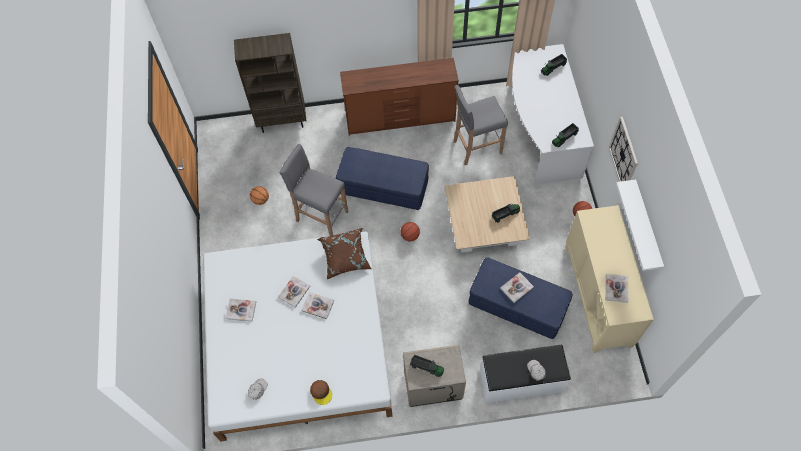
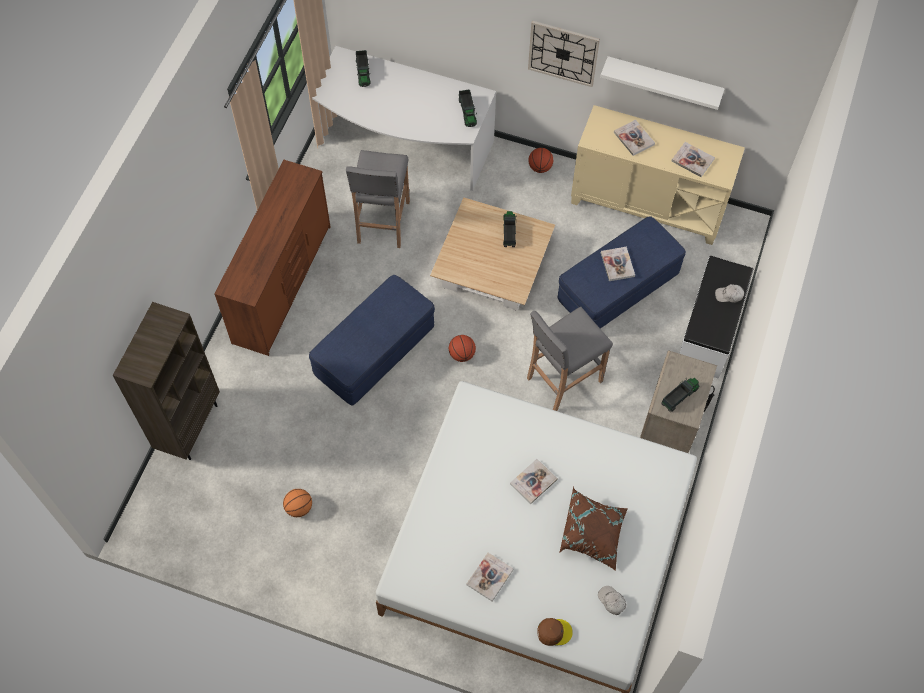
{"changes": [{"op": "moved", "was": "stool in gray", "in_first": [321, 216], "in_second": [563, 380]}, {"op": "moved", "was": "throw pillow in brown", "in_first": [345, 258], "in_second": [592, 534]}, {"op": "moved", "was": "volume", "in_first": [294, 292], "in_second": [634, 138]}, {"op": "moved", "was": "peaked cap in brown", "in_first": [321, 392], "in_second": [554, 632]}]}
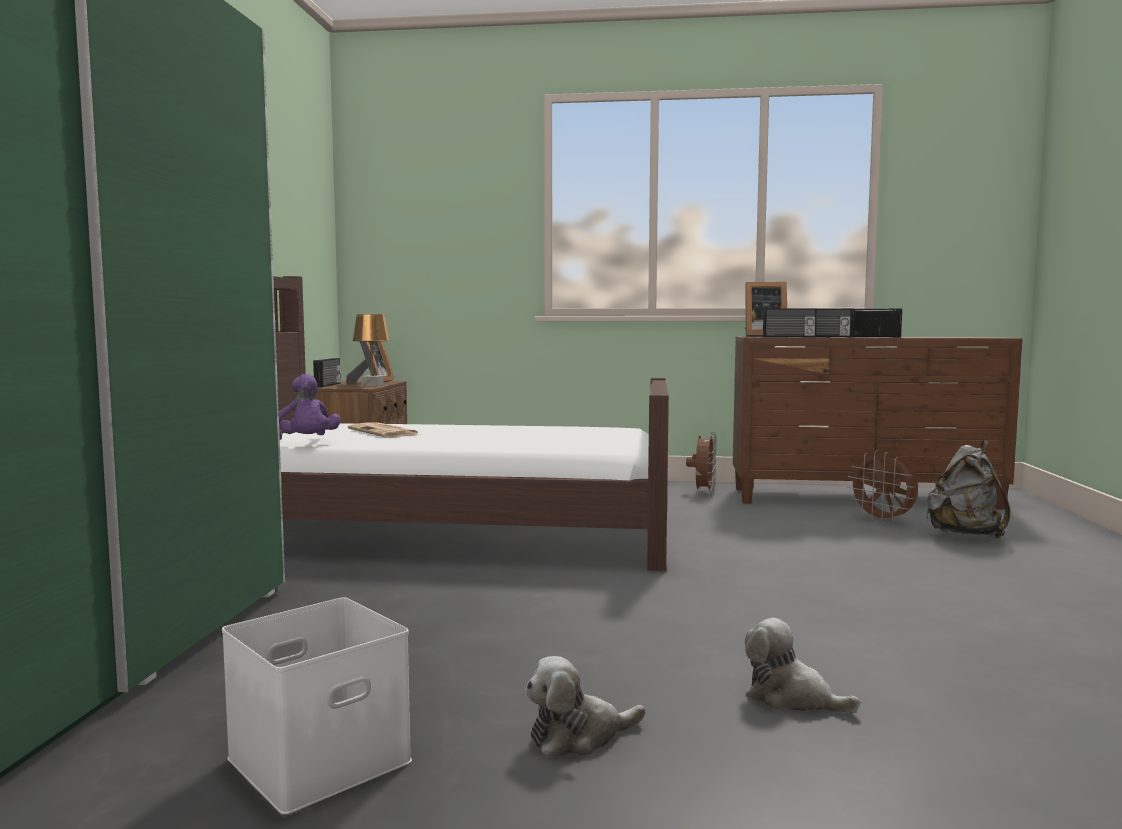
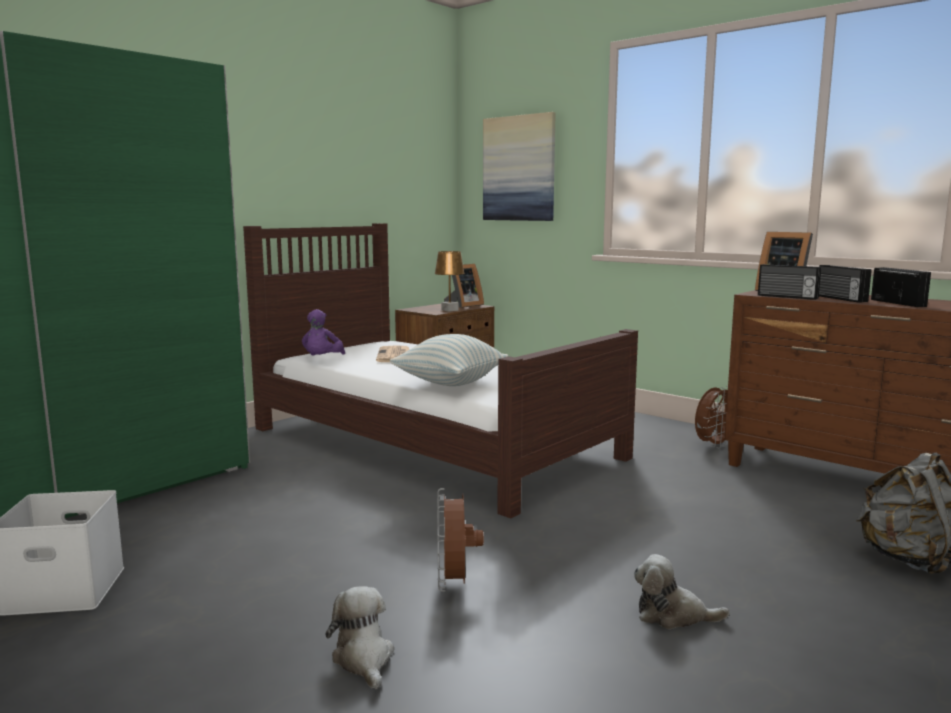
{"changes": [{"op": "removed", "was": "radio", "in_first": [328, 385]}, {"op": "moved", "was": "electric fan in brown", "in_first": [883, 520], "in_second": [454, 584]}, {"op": "moved", "was": "plush toy", "in_first": [579, 737], "in_second": [673, 615]}, {"op": "added", "now": "wall picture", "in_second": [519, 168]}, {"op": "added", "now": "throw pillow", "in_second": [450, 383]}]}
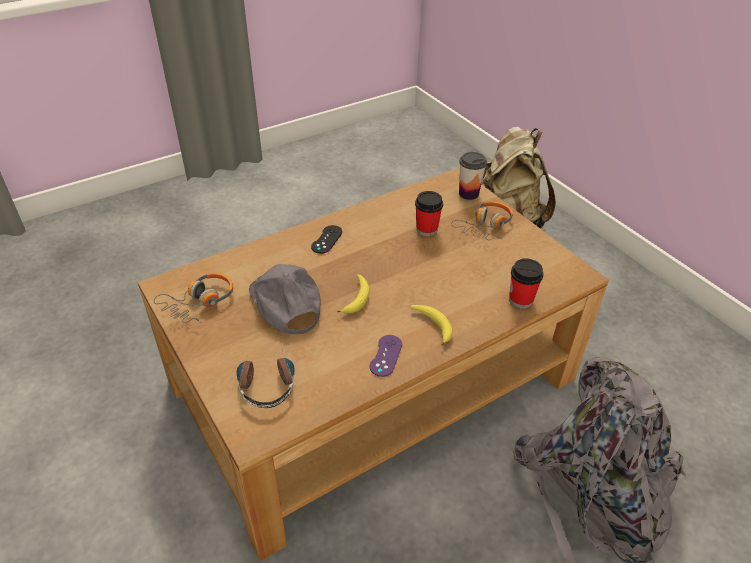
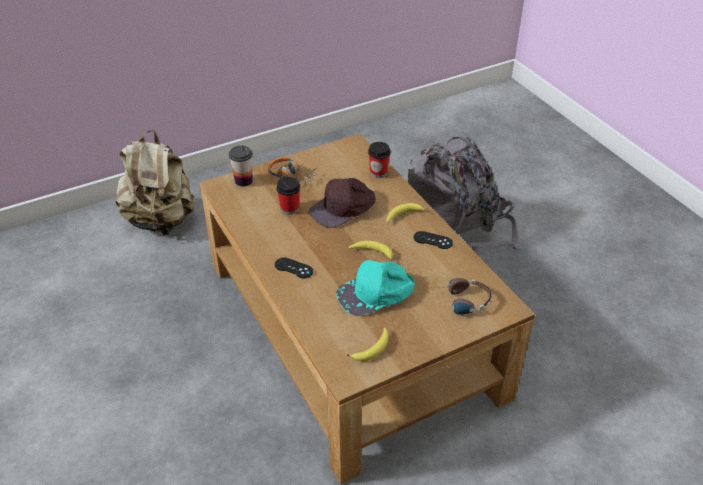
{"changes": [{"op": "recoloured", "was": "peaked cap in gray", "now": "peaked cap in blue-green", "in_first": [285, 303], "in_second": [376, 293]}, {"op": "replaced", "was": "headphones", "now": "banana", "in_first": [199, 302], "in_second": [372, 349]}, {"op": "recoloured", "was": "joypad in purple-coloured", "now": "joypad in blackish", "in_first": [386, 355], "in_second": [433, 240]}, {"op": "added", "now": "peaked cap in brown", "in_second": [343, 208]}]}
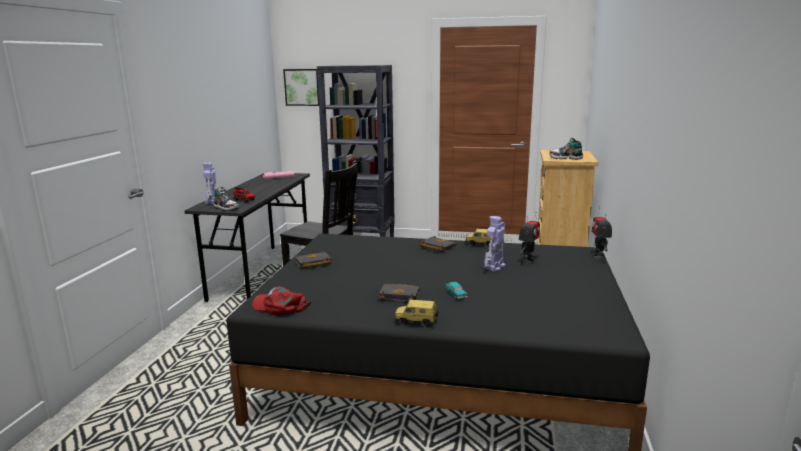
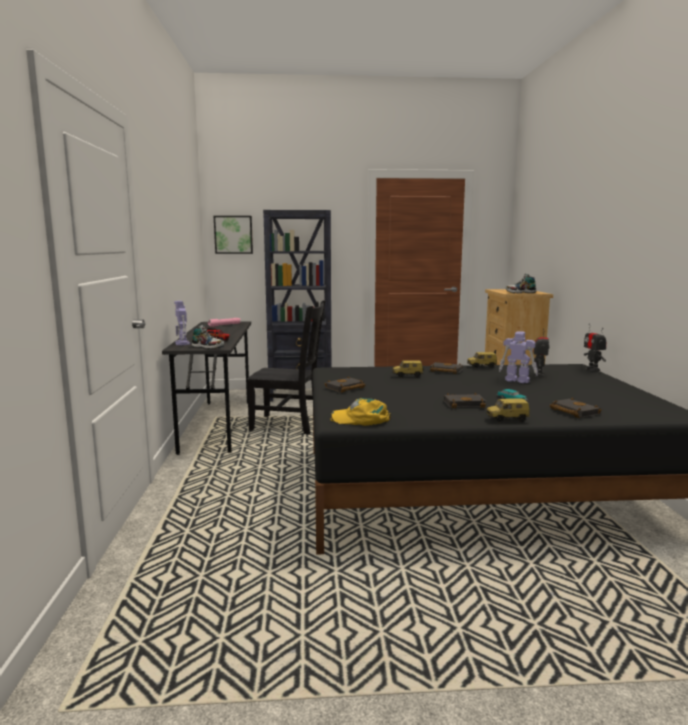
{"changes": [{"op": "turned", "was": "model robot", "in_first": [494, 266], "in_second": [516, 380], "clockwise": 105}, {"op": "recoloured", "was": "peaked cap in red-coloured", "now": "peaked cap in yellow", "in_first": [280, 306], "in_second": [361, 419]}, {"op": "added", "now": "toy car", "in_second": [407, 376]}, {"op": "added", "now": "volume in blackish", "in_second": [572, 412]}]}
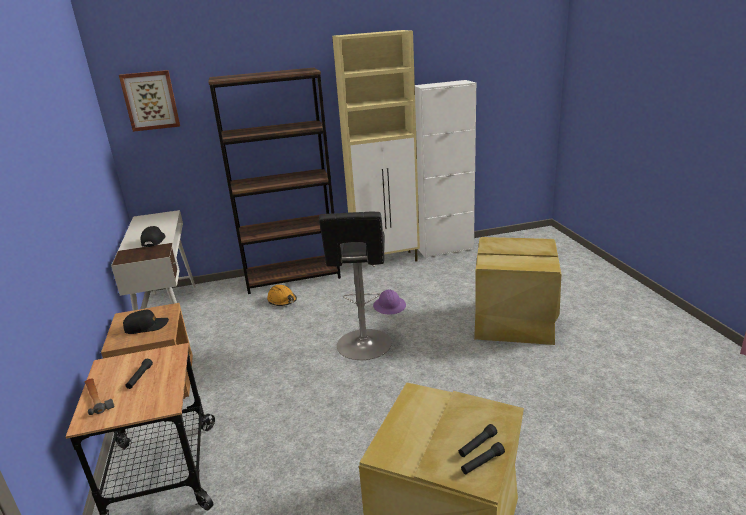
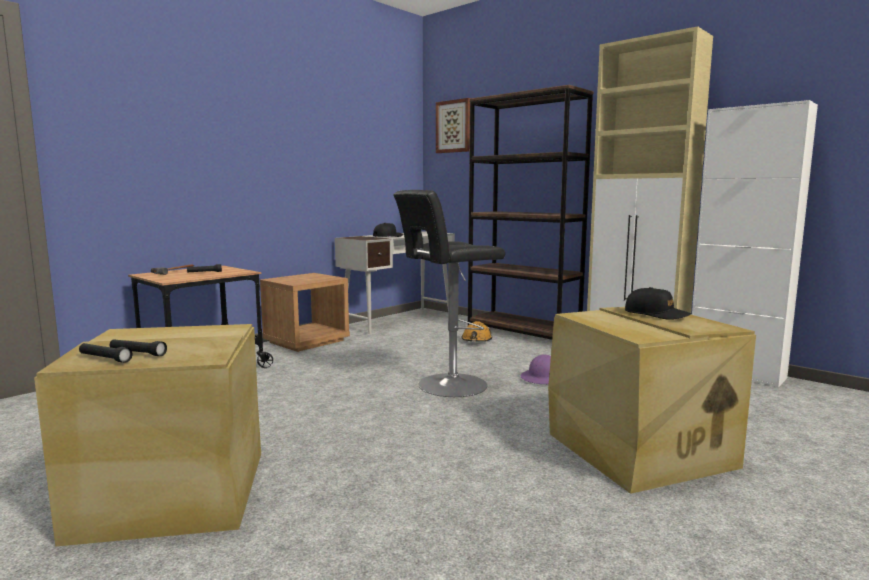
{"changes": [{"op": "moved", "was": "peaked cap in blackish", "in_first": [146, 326], "in_second": [656, 314]}]}
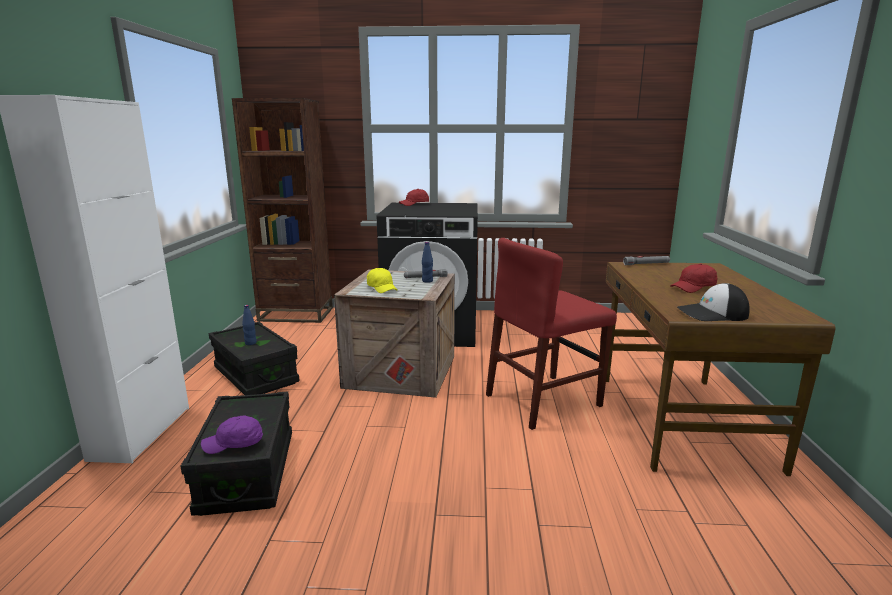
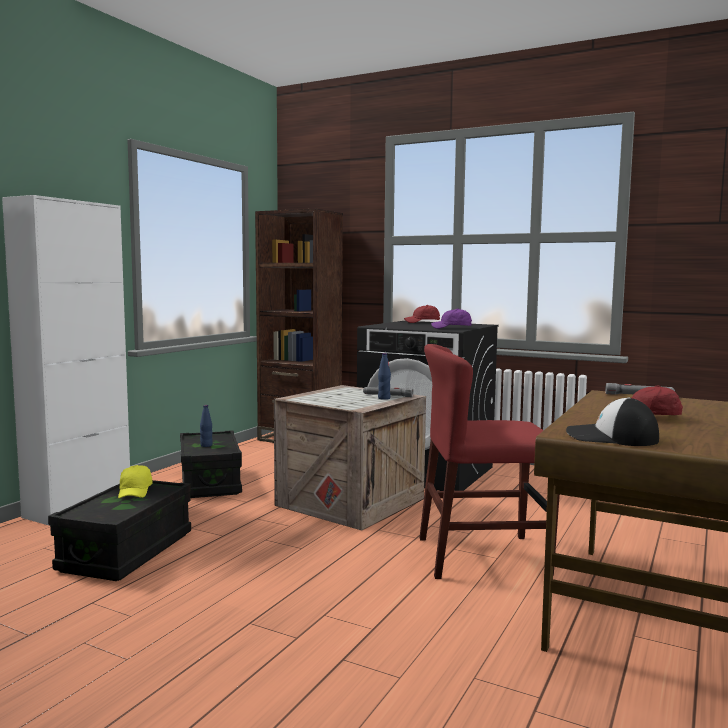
{"changes": [{"op": "moved", "was": "peaked cap in yellow", "in_first": [382, 288], "in_second": [135, 491]}, {"op": "moved", "was": "peaked cap in purple-coloured", "in_first": [234, 444], "in_second": [451, 328]}]}
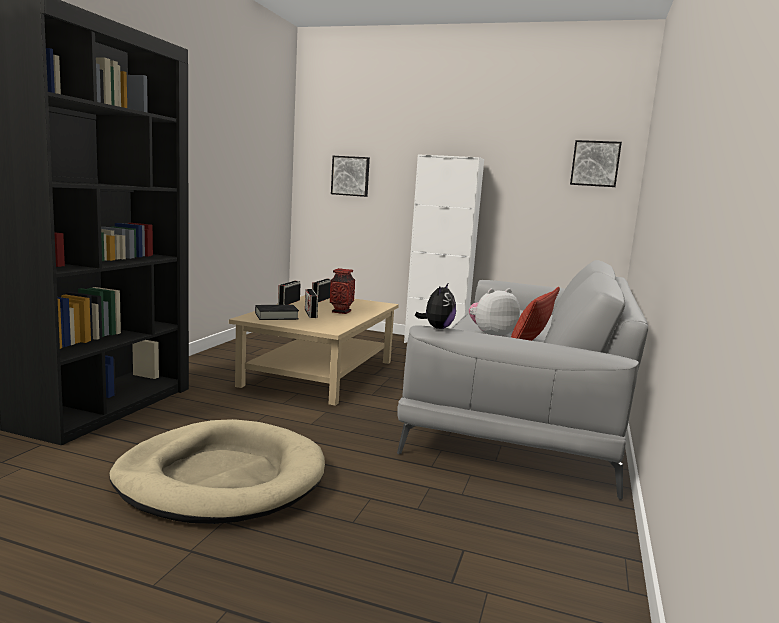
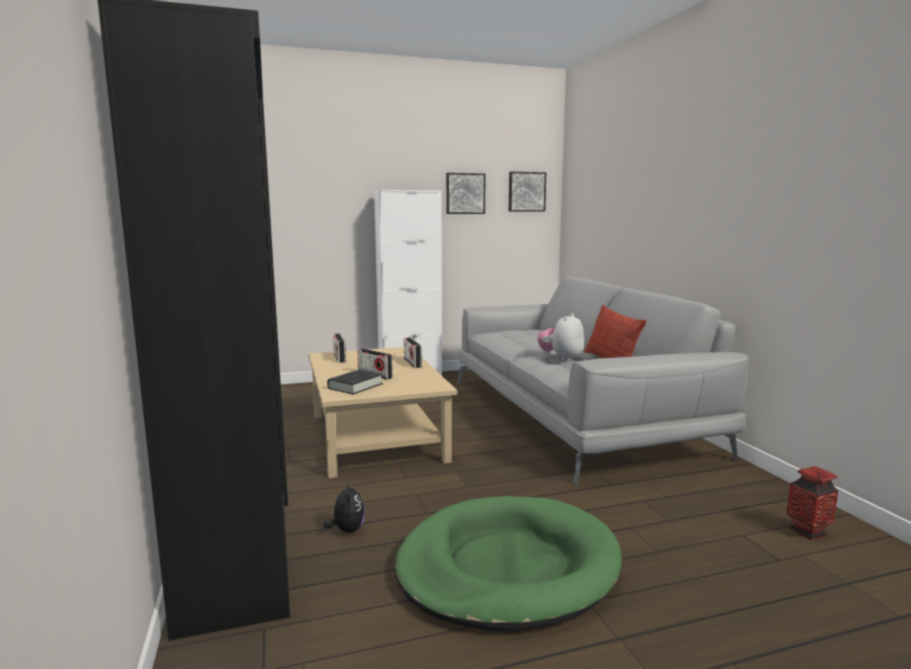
{"changes": [{"op": "moved", "was": "wall picture", "in_first": [350, 176], "in_second": [465, 193]}, {"op": "moved", "was": "decorative vase", "in_first": [341, 312], "in_second": [807, 532]}, {"op": "moved", "was": "radio", "in_first": [289, 303], "in_second": [412, 363]}, {"op": "moved", "was": "plush toy", "in_first": [437, 328], "in_second": [347, 530]}, {"op": "recoloured", "was": "dog cushion in beige", "now": "dog cushion in green-coloured", "in_first": [221, 478], "in_second": [507, 567]}]}
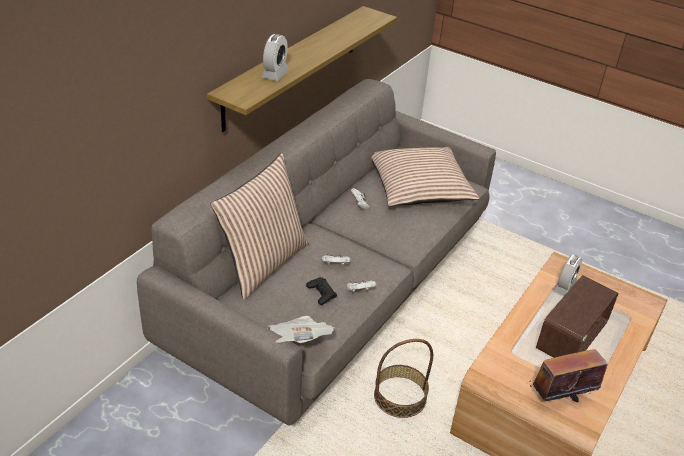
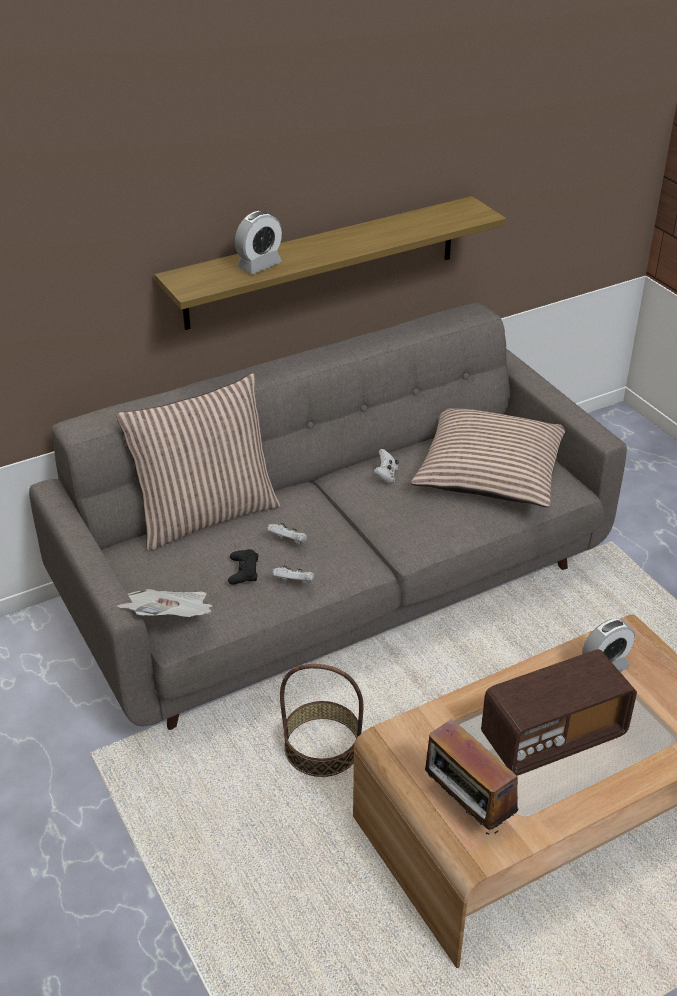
{"changes": [{"op": "turned", "was": "radio", "in_first": [560, 398], "in_second": [467, 809], "clockwise": -135}]}
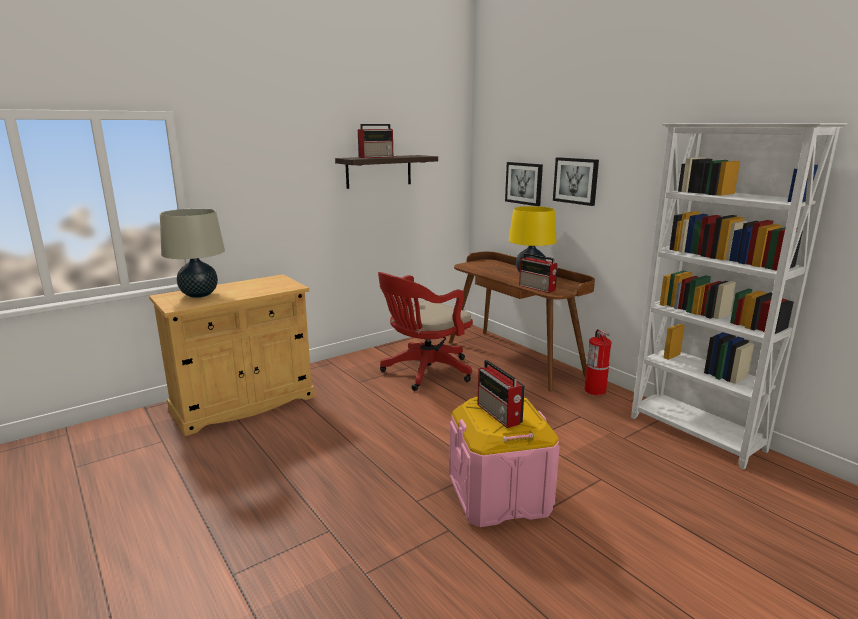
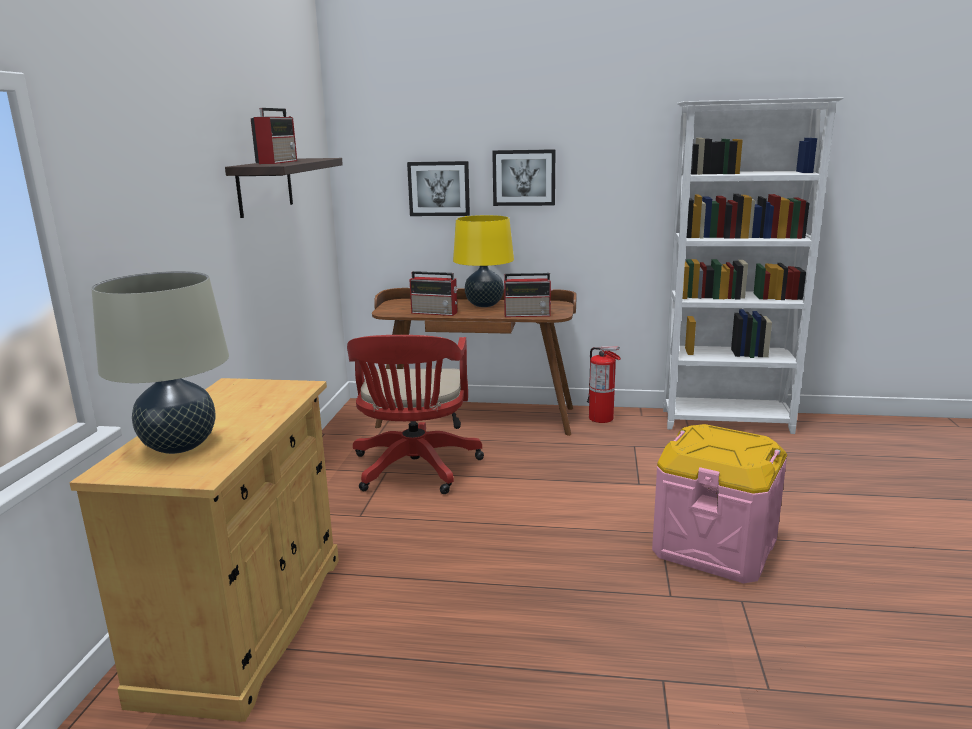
{"changes": [{"op": "moved", "was": "radio", "in_first": [499, 414], "in_second": [435, 313]}]}
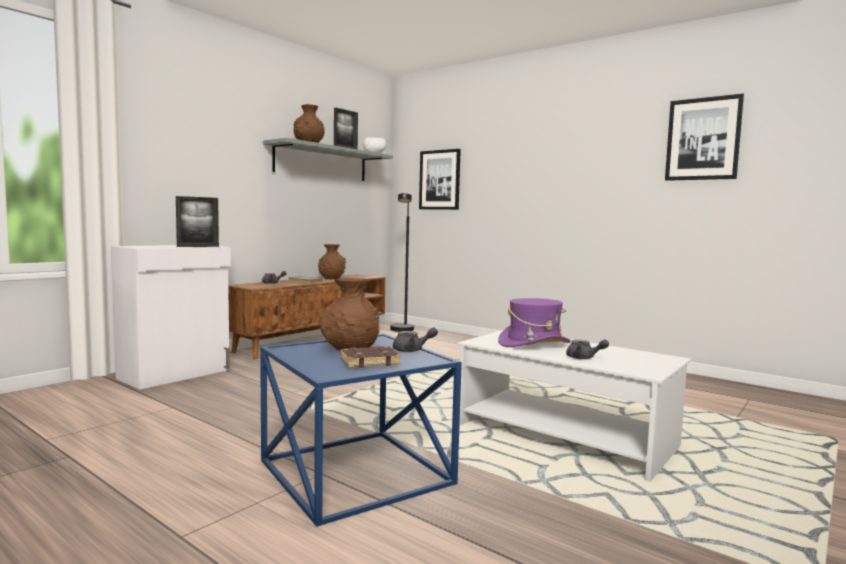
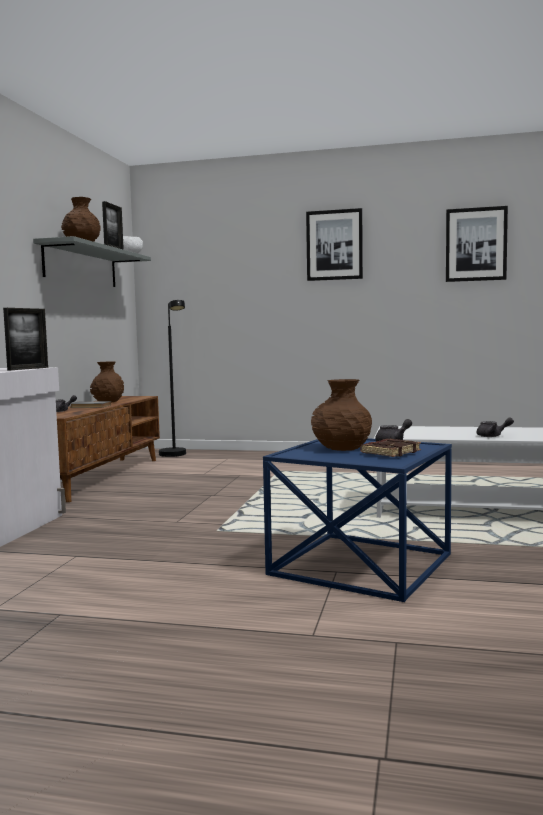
{"changes": [{"op": "moved", "was": "wall picture", "in_first": [440, 180], "in_second": [334, 245]}, {"op": "removed", "was": "hat in purple-coloured", "in_first": [534, 344]}]}
